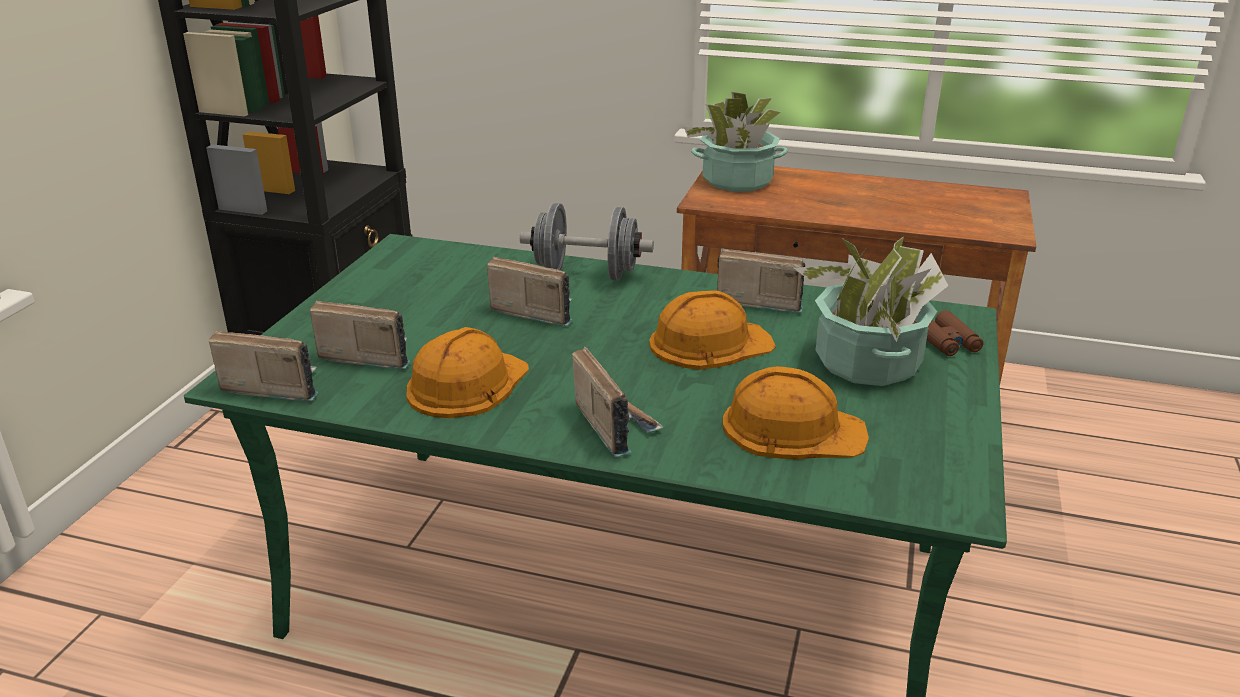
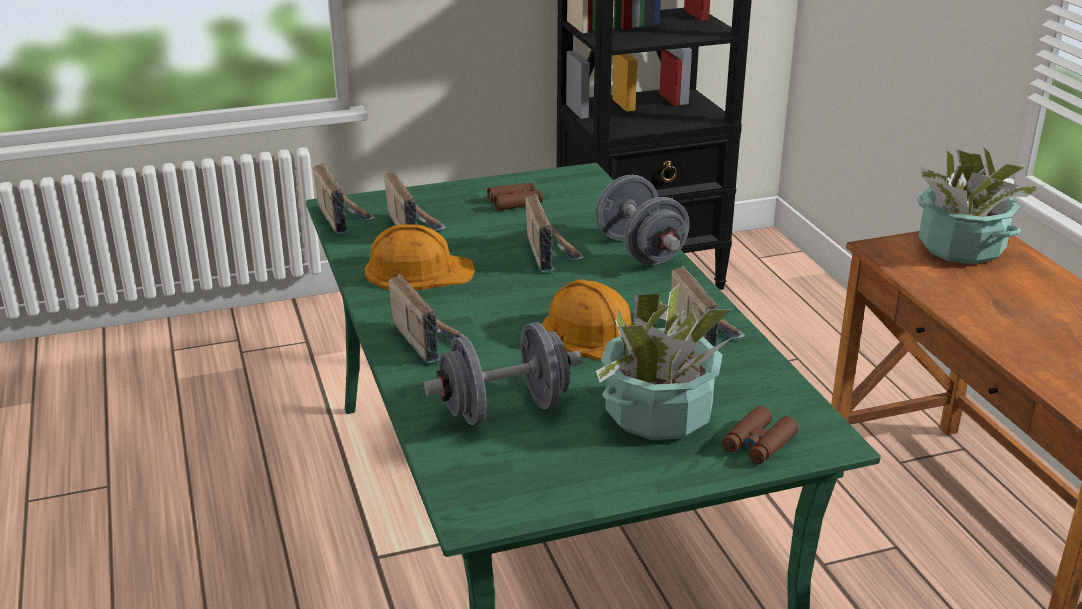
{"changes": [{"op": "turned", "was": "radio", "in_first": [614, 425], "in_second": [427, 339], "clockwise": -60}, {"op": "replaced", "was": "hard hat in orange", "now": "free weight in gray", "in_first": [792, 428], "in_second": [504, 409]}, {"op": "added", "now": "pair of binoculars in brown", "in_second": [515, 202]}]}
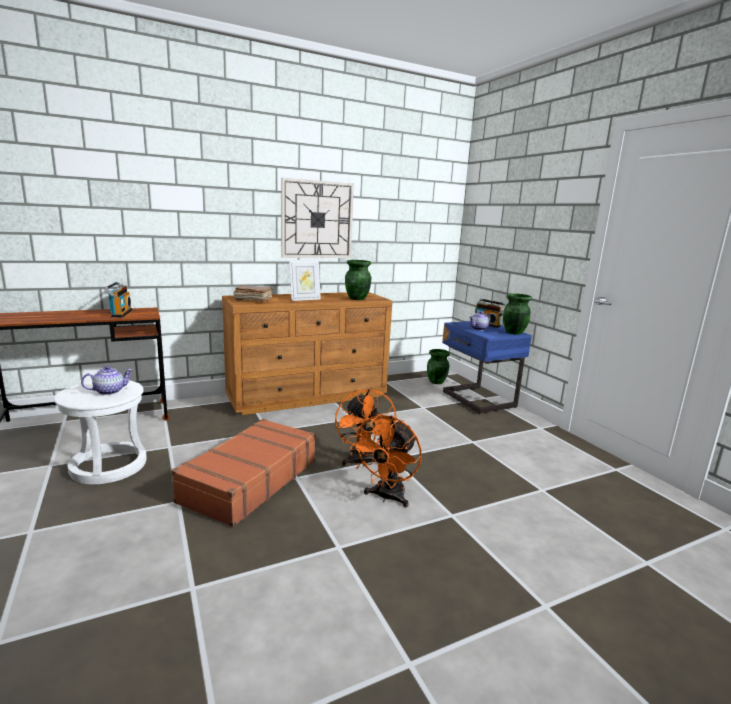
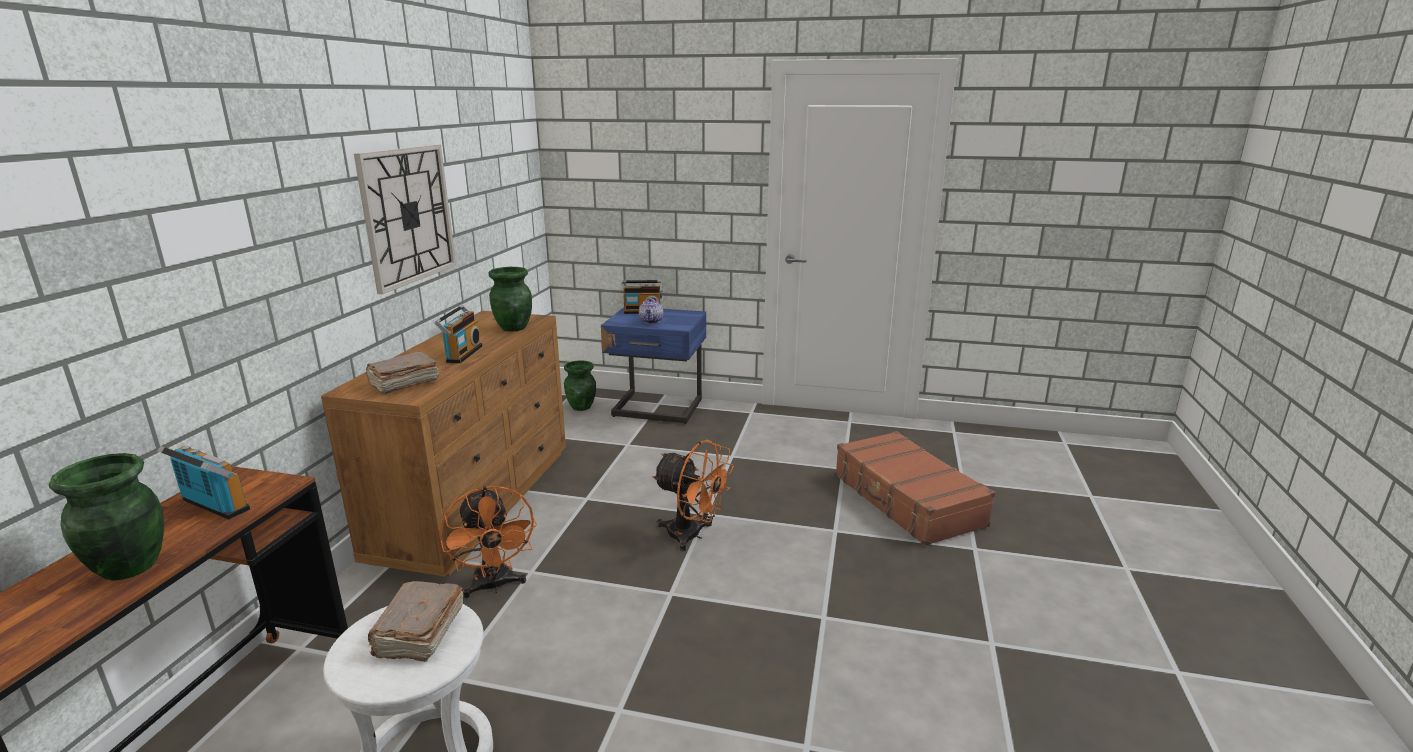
{"changes": [{"op": "replaced", "was": "standing frame", "now": "radio", "in_first": [305, 299], "in_second": [462, 354]}, {"op": "moved", "was": "decorative vase in green-coloured", "in_first": [514, 332], "in_second": [129, 567]}, {"op": "replaced", "was": "tea pot", "now": "volume in brown", "in_first": [109, 391], "in_second": [419, 634]}, {"op": "moved", "was": "electric fan in orange", "in_first": [387, 497], "in_second": [494, 586]}, {"op": "moved", "was": "suitcase in brown", "in_first": [249, 481], "in_second": [906, 500]}]}
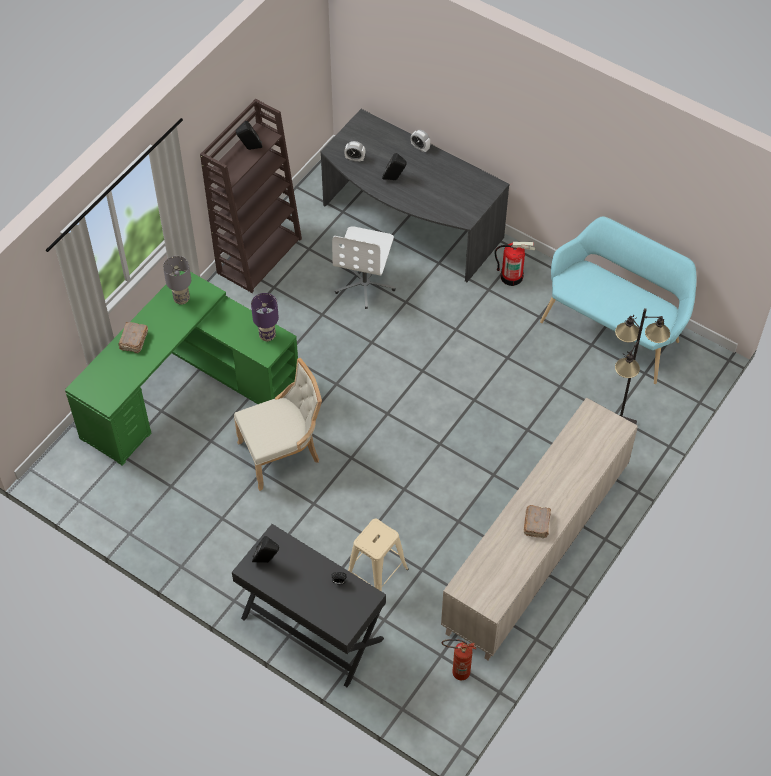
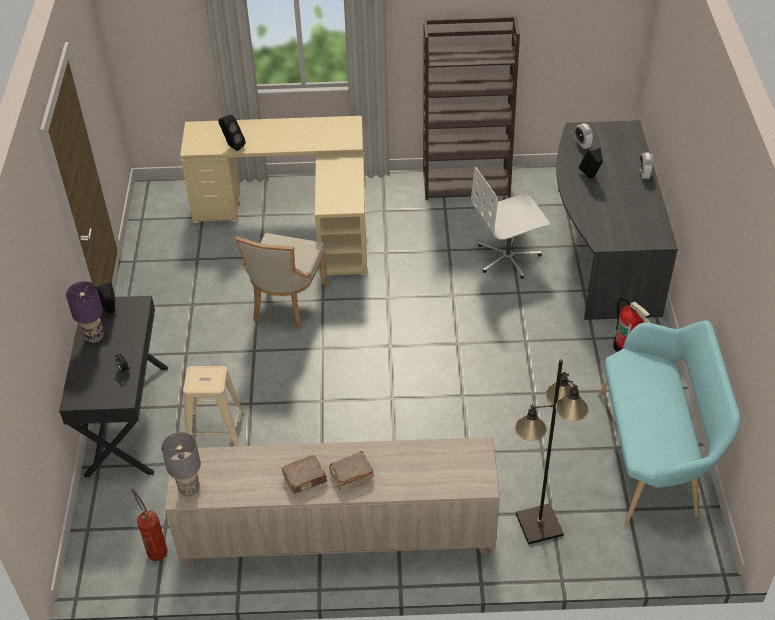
{"changes": [{"op": "moved", "was": "speaker in blackish", "in_first": [250, 148], "in_second": [232, 146]}, {"op": "moved", "was": "lamp for a table in gray", "in_first": [181, 299], "in_second": [189, 489]}, {"op": "recoloured", "was": "desk unit in green-coloured", "now": "desk unit in beige", "in_first": [186, 386], "in_second": [298, 215]}, {"op": "moved", "was": "lamp for a table in purple-coloured", "in_first": [267, 336], "in_second": [94, 337]}, {"op": "moved", "was": "volume in brown", "in_first": [133, 341], "in_second": [351, 475]}, {"op": "turned", "was": "plain chair in beige", "in_first": [282, 453], "in_second": [286, 304], "clockwise": 75}]}
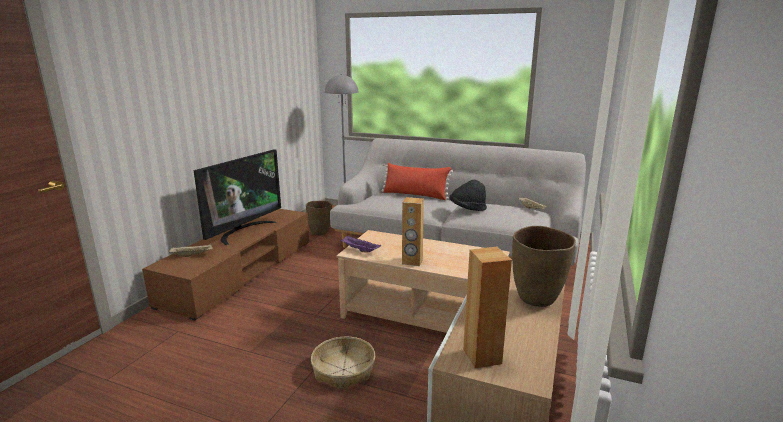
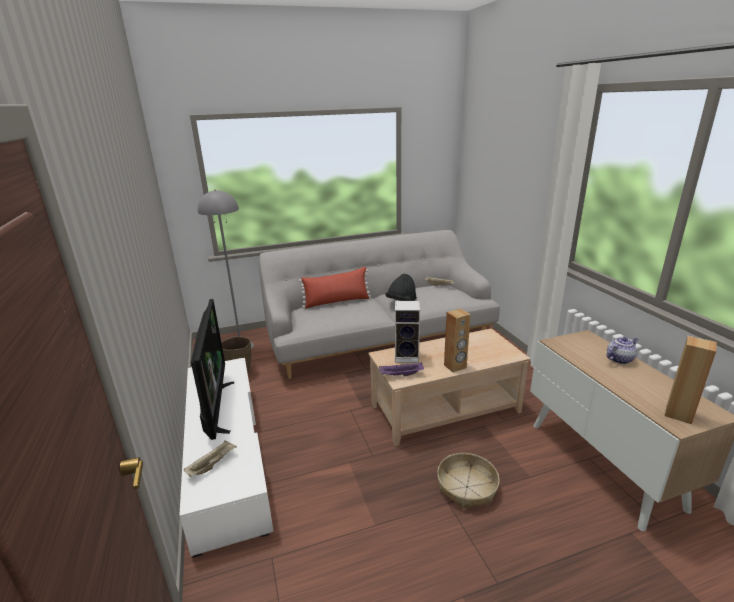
{"changes": [{"op": "recoloured", "was": "media console in brown", "now": "media console in white", "in_first": [241, 272], "in_second": [227, 455]}, {"op": "replaced", "was": "decorative vase in brown", "now": "tea pot", "in_first": [537, 299], "in_second": [619, 359]}, {"op": "added", "now": "speaker", "in_second": [408, 356]}]}
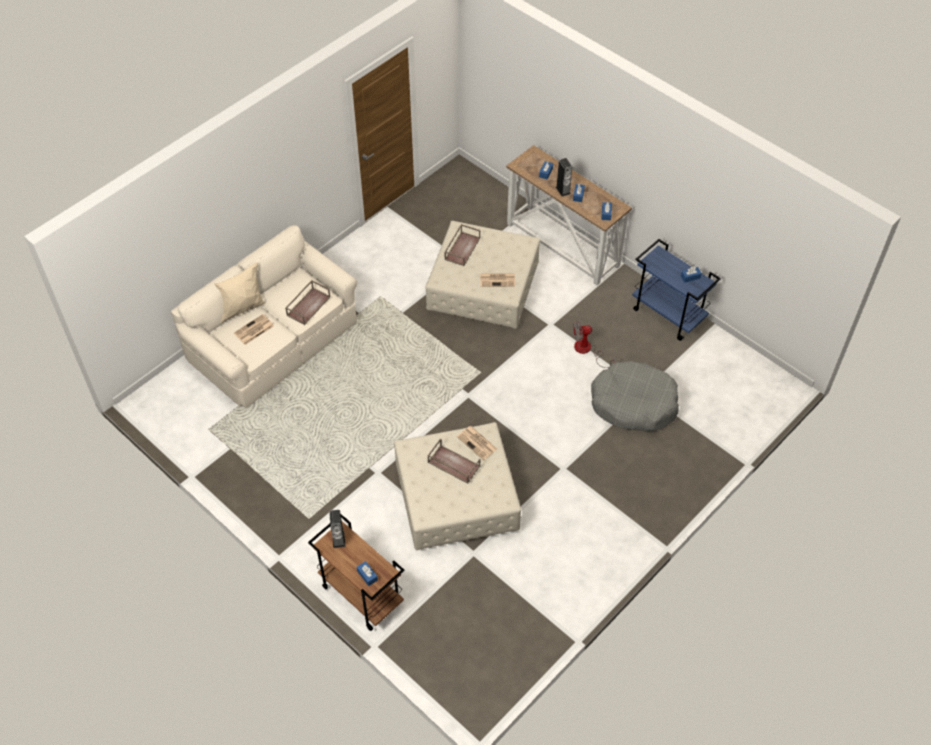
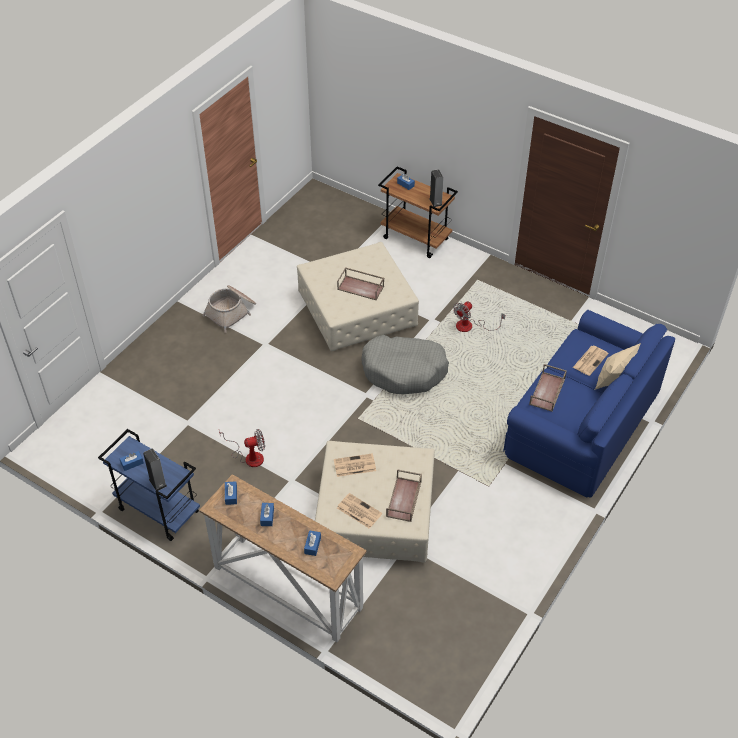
{"changes": [{"op": "moved", "was": "speaker", "in_first": [563, 190], "in_second": [158, 482]}, {"op": "recoloured", "was": "sofa in beige", "now": "sofa in bluish", "in_first": [273, 339], "in_second": [582, 422]}, {"op": "moved", "was": "dog cushion in gray", "in_first": [633, 403], "in_second": [404, 371]}, {"op": "moved", "was": "printed paper", "in_first": [477, 443], "in_second": [358, 511]}, {"op": "added", "now": "household basket", "in_second": [231, 312]}, {"op": "added", "now": "electric fan", "in_second": [470, 326]}]}
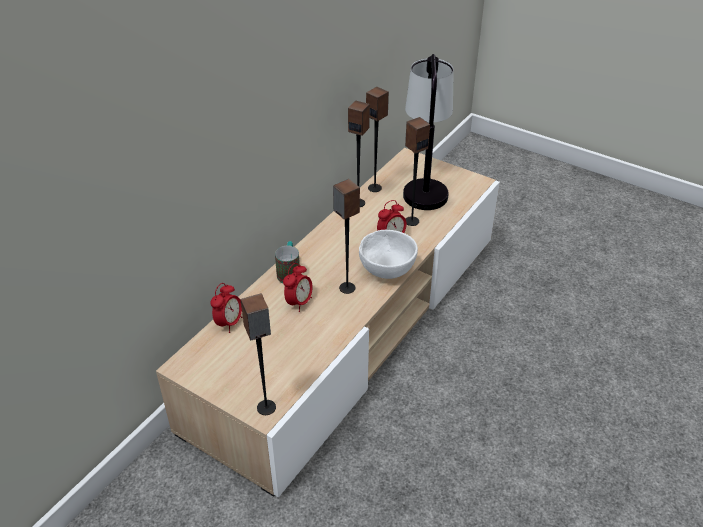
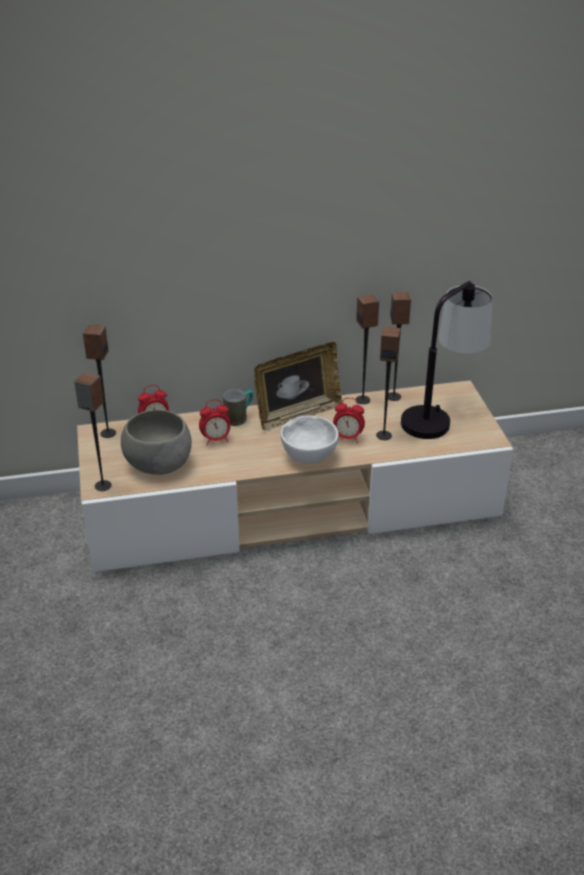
{"changes": [{"op": "moved", "was": "speaker", "in_first": [347, 288], "in_second": [107, 433]}, {"op": "added", "now": "standing frame", "in_second": [297, 414]}, {"op": "added", "now": "serving bowl in gray", "in_second": [157, 463]}]}
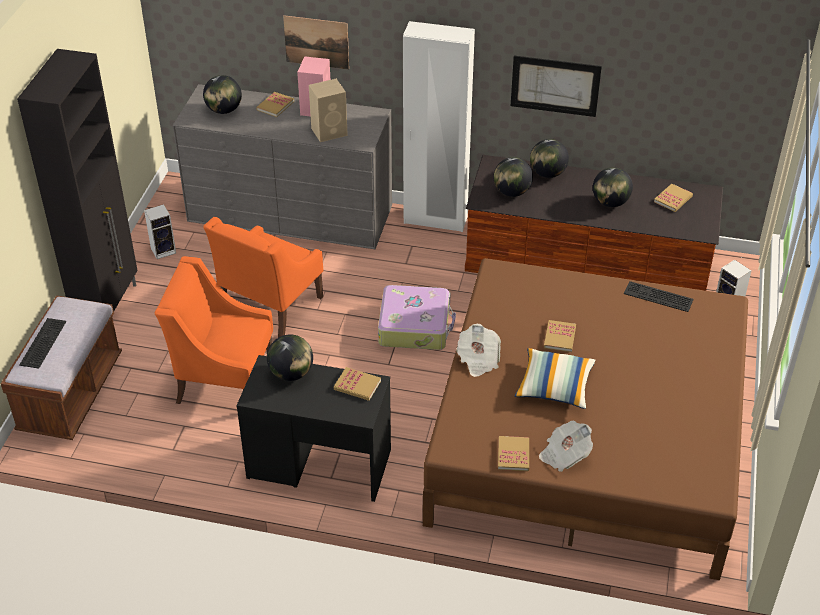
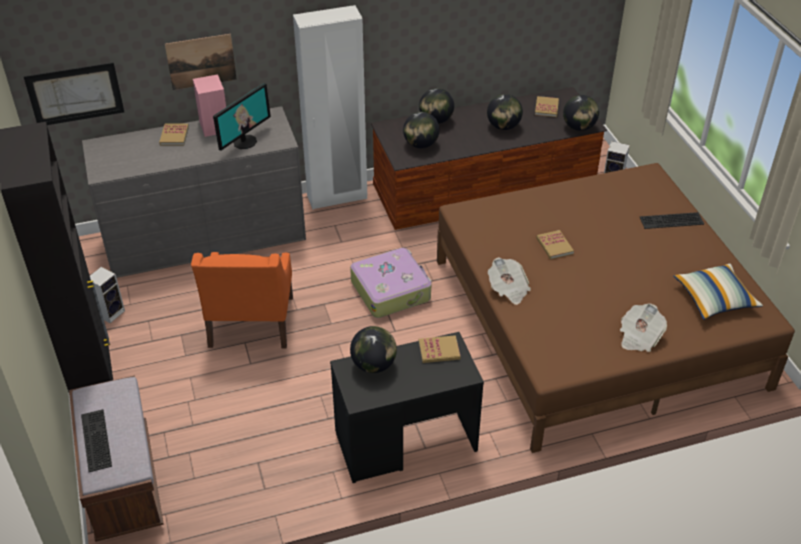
{"changes": [{"op": "moved", "was": "wall picture", "in_first": [555, 86], "in_second": [75, 94]}, {"op": "moved", "was": "desk globe", "in_first": [224, 110], "in_second": [578, 127]}, {"op": "replaced", "was": "speaker in beige", "now": "computer display", "in_first": [330, 131], "in_second": [244, 142]}, {"op": "removed", "was": "armchair in orange", "in_first": [224, 378]}, {"op": "moved", "was": "keyboard", "in_first": [657, 297], "in_second": [671, 221]}, {"op": "moved", "was": "throw pillow", "in_first": [554, 386], "in_second": [714, 299]}, {"op": "removed", "was": "volume", "in_first": [513, 455]}]}
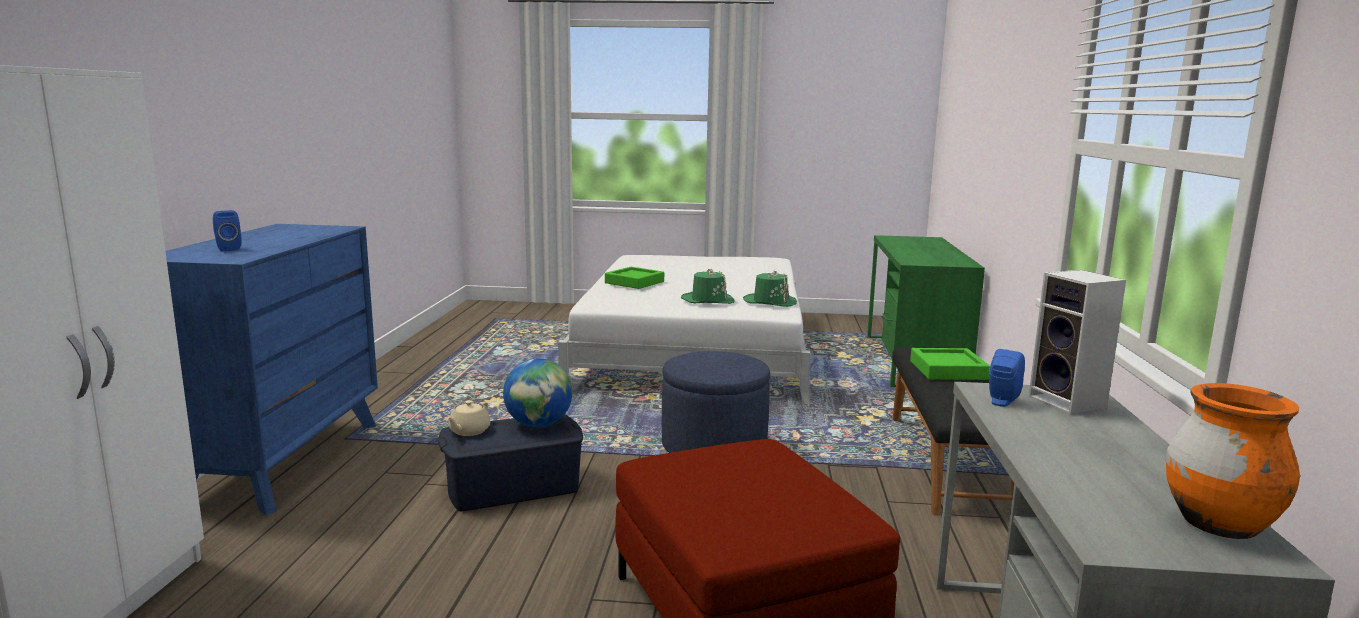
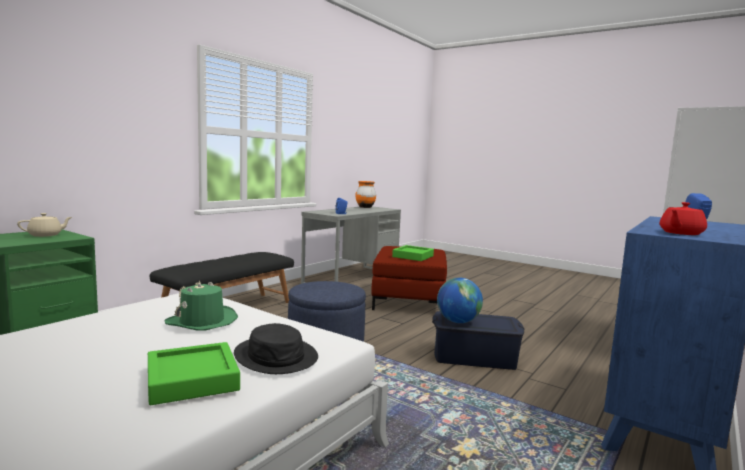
{"changes": [{"op": "removed", "was": "speaker", "in_first": [1070, 403]}, {"op": "removed", "was": "hat in green-coloured", "in_first": [770, 302]}, {"op": "moved", "was": "carrying tray in green-coloured", "in_first": [948, 370], "in_second": [413, 256]}, {"op": "moved", "was": "tea pot in beige", "in_first": [469, 431], "in_second": [46, 235]}, {"op": "added", "now": "tea pot in red-coloured", "in_second": [680, 233]}, {"op": "added", "now": "hat in blackish", "in_second": [276, 356]}]}
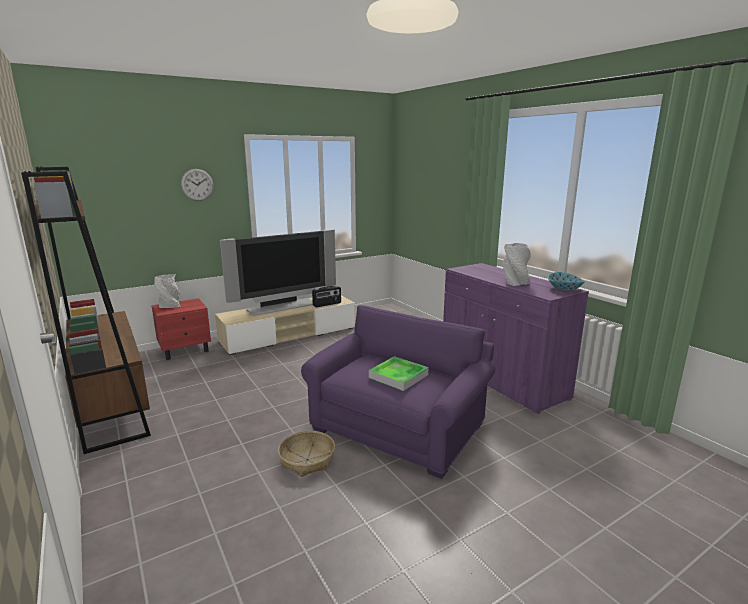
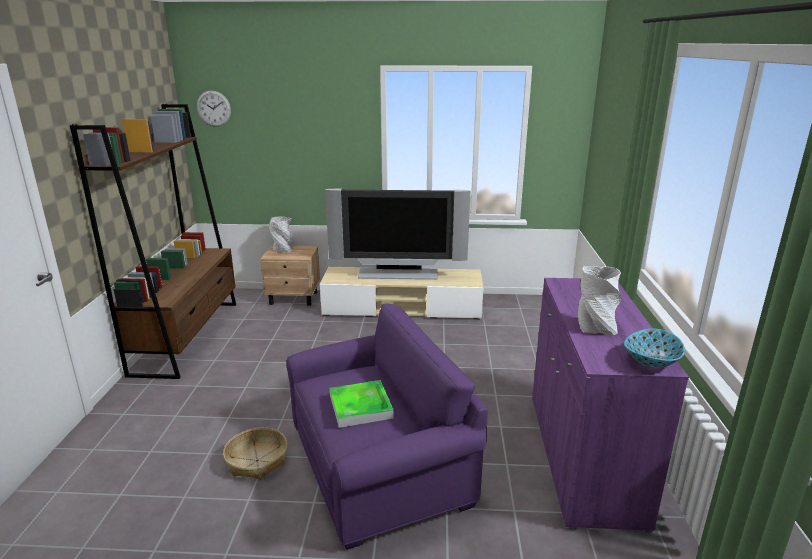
{"changes": [{"op": "moved", "was": "wall clock", "in_first": [197, 184], "in_second": [213, 108]}, {"op": "removed", "was": "radio", "in_first": [327, 304]}, {"op": "recoloured", "was": "bedside table in red-coloured", "now": "bedside table in beige", "in_first": [185, 350], "in_second": [294, 298]}]}
